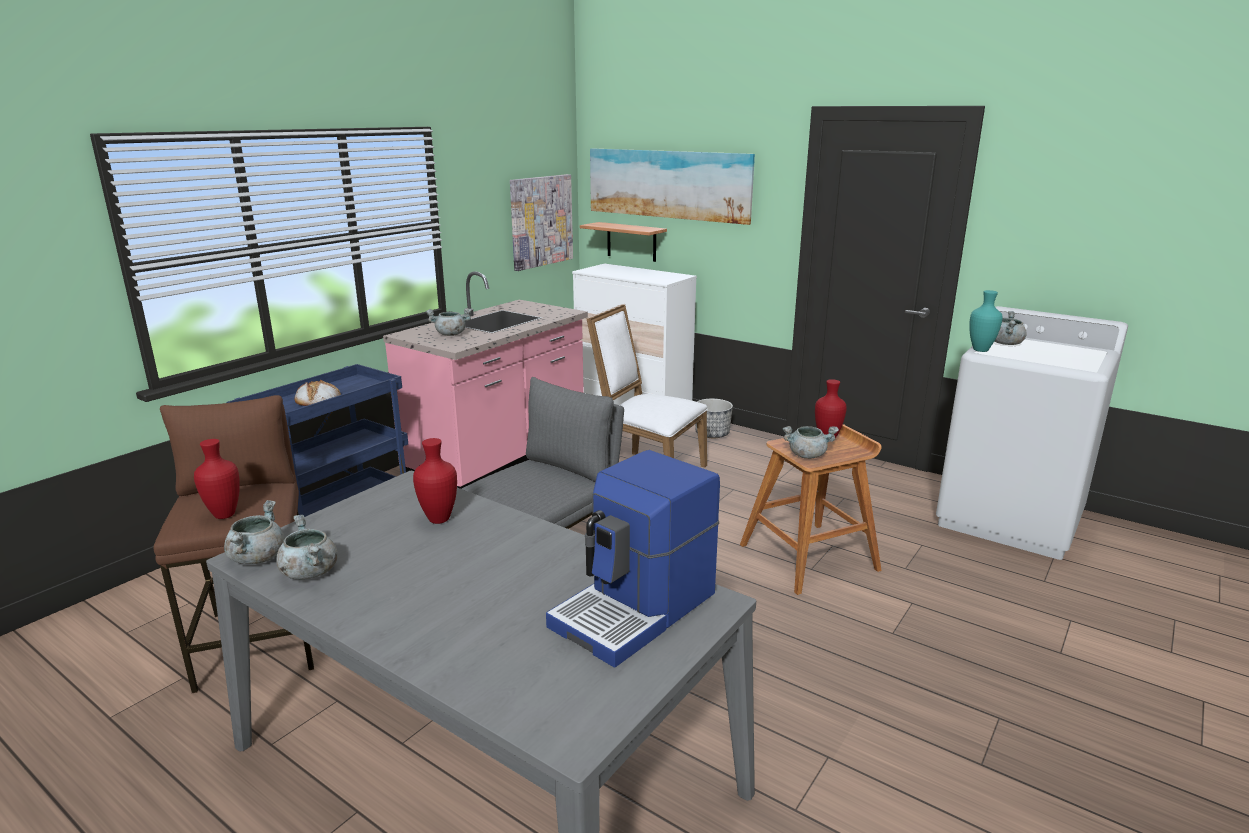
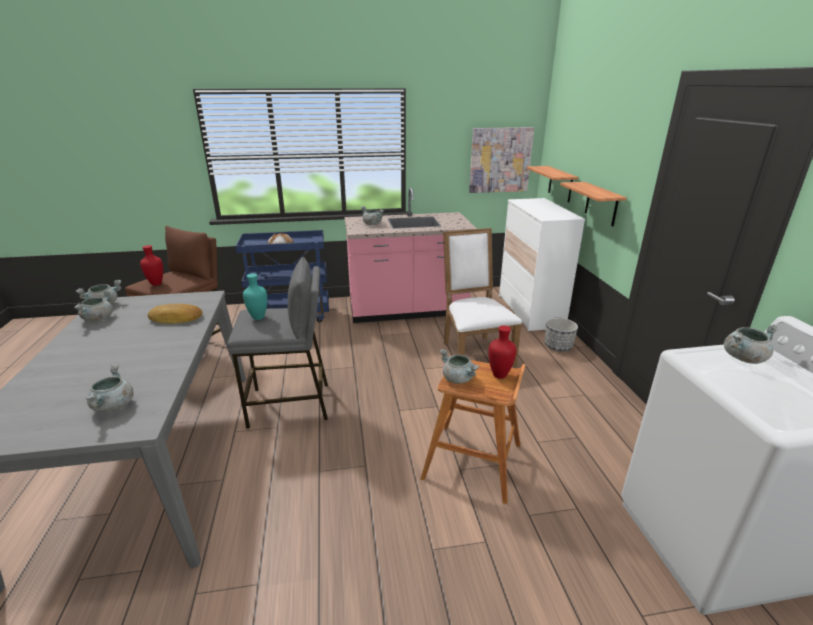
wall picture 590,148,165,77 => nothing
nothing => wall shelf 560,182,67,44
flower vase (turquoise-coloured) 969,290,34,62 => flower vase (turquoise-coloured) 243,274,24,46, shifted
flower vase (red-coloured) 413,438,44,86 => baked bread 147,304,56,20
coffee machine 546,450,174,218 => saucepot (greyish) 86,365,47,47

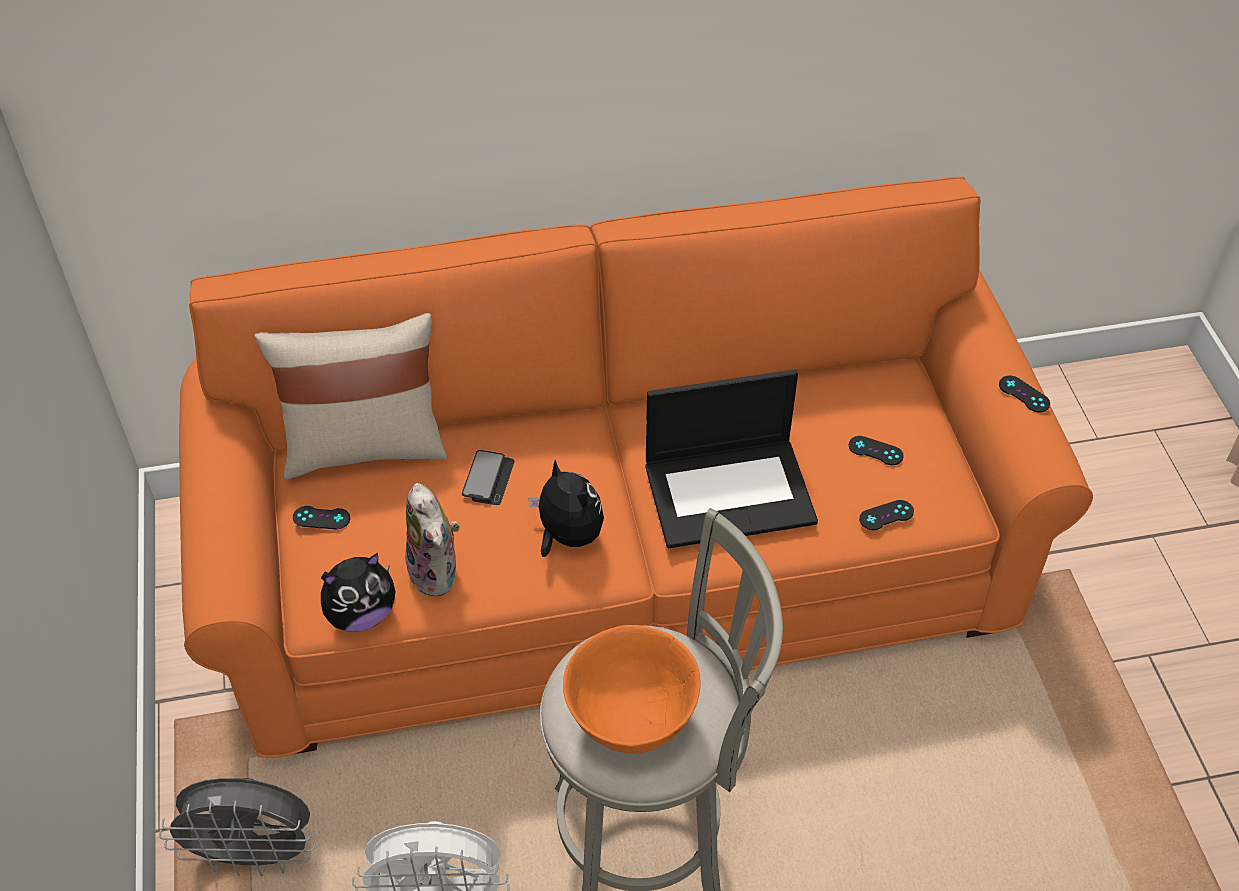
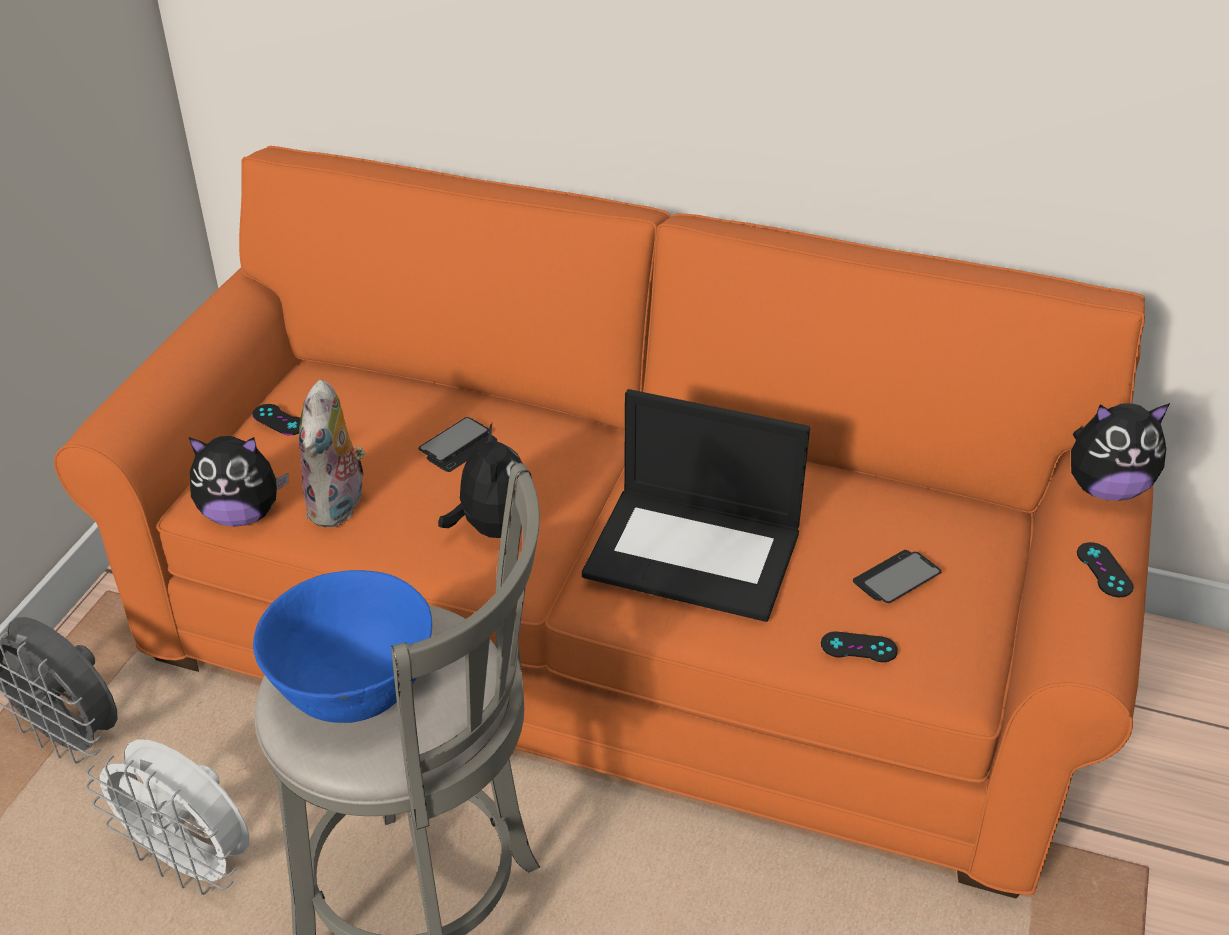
pillow (sand-coloured) 254,313,193,166 => nothing
nothing => soft toy 1071,403,99,98
joypad (black) 849,436,55,29 => phone 853,550,88,53
serving bowl (orange) 563,625,138,129 => serving bowl (blue) 253,570,179,153

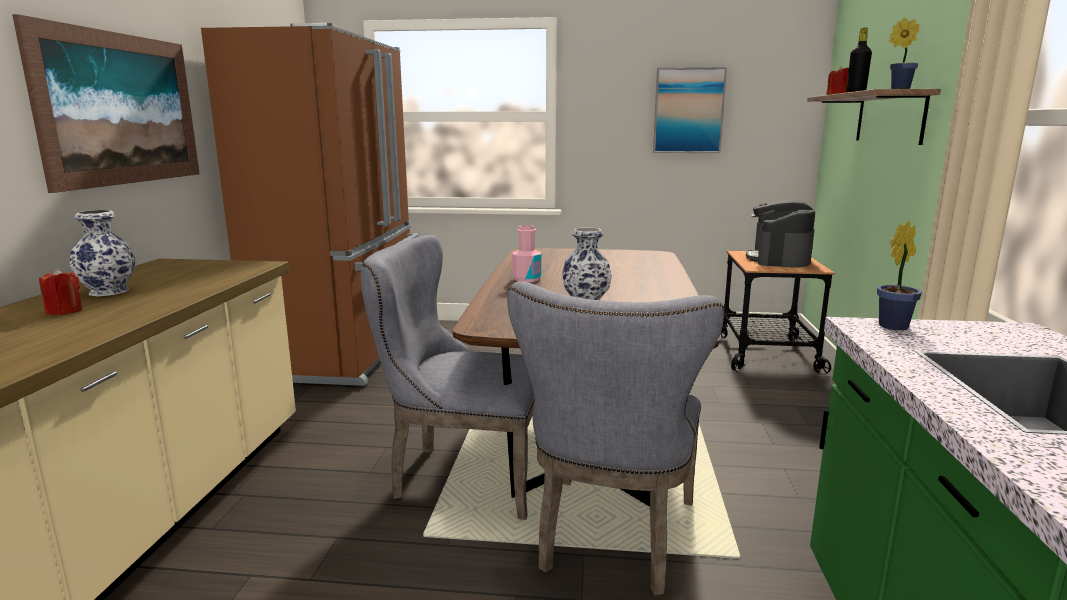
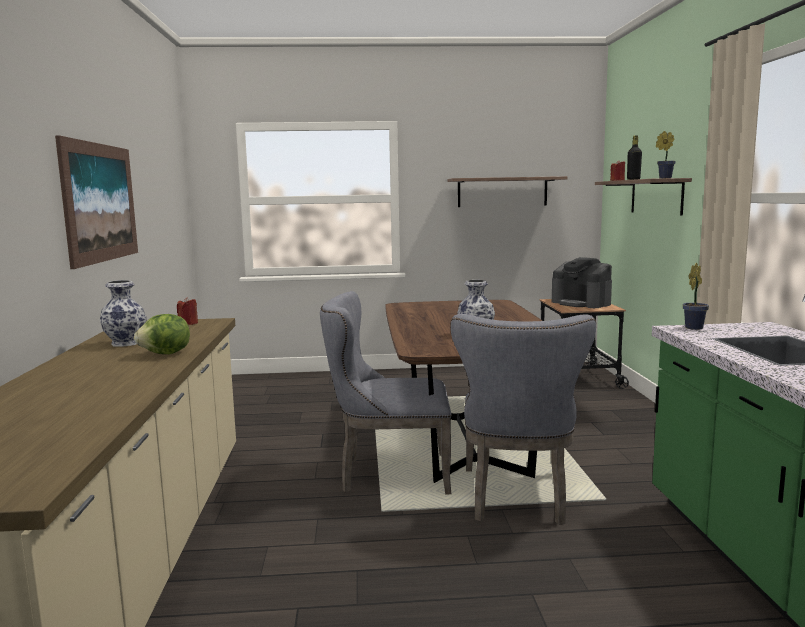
kitchen fridge (brown) 201,23,218,363 => nothing
drink bottle (pink) 512,225,29,57 => nothing
nothing => head of lettuce 134,314,56,40
wax light (red-coloured) 39,268,43,47 => wax light (red-coloured) 177,297,21,28, shifted
wall picture 653,67,74,86 => wall shelf 448,176,119,31
coffee machine 746,200,69,68 => coffee machine 552,257,60,51, 45 degrees counterclockwise

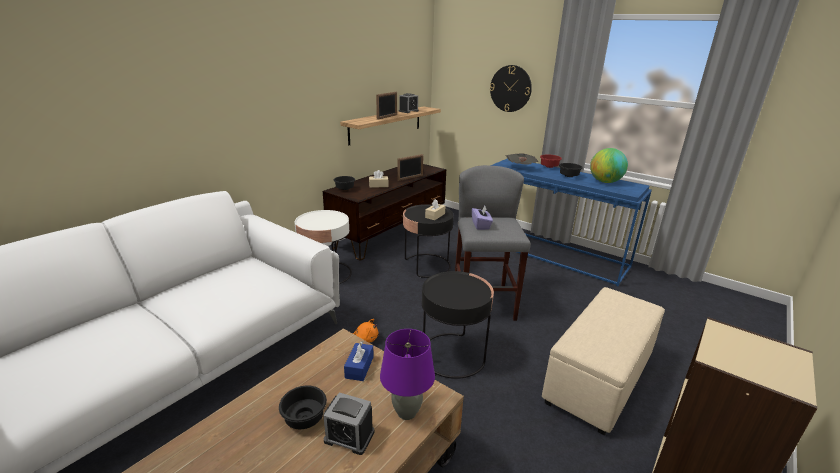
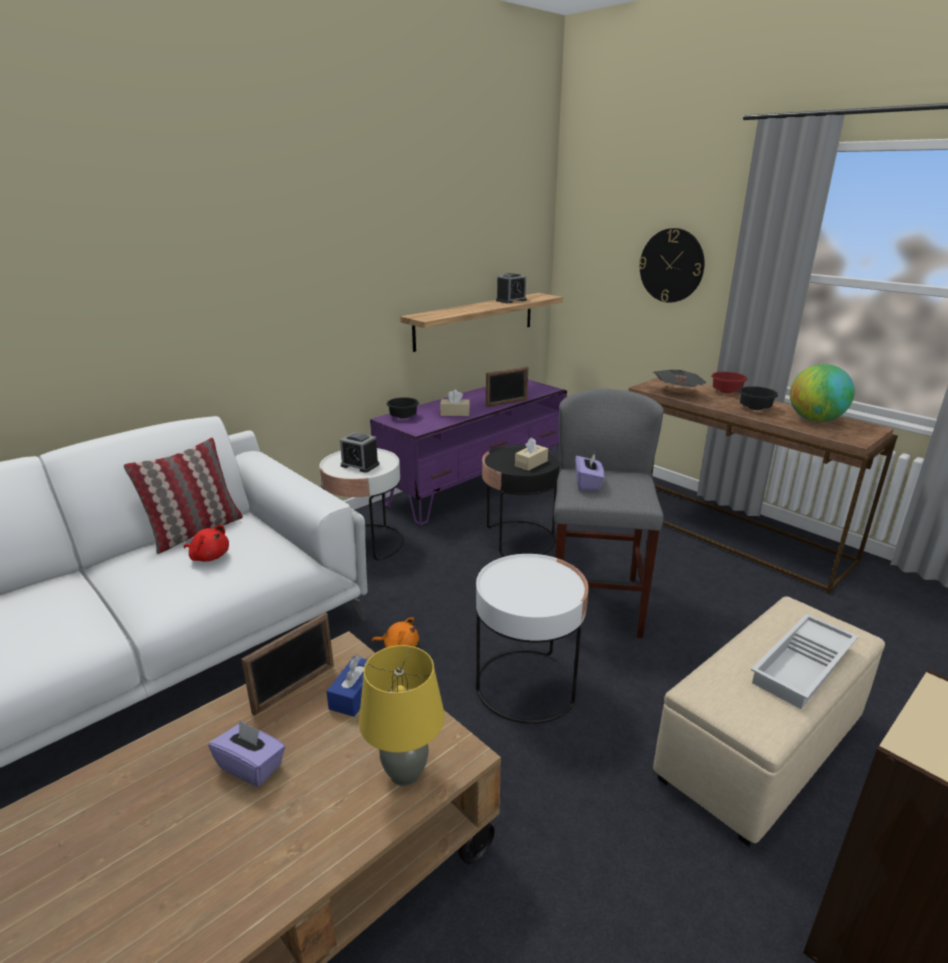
nothing => pillow 124,437,119,117
nothing => soft toy (red-coloured) 184,525,45,37
nothing => tray (whitish) 751,613,108,96
alarm clock 323,393,52,62 => alarm clock 340,432,39,41, shifted
photo frame 376,92,21,28 => photo frame 241,612,93,104, shifted
serving bowl (black) 279,385,48,44 => tissue holder (purple) 208,720,77,67
tv unit (brown) 323,164,123,97 => tv unit (purple) 370,380,197,145
table lamp (purple) 380,329,55,91 => table lamp (yellow) 359,645,86,141
end table (black) 421,271,73,108 => end table (whitish) 476,554,113,170
console table (blue) 490,158,162,128 => console table (brown) 628,377,270,217

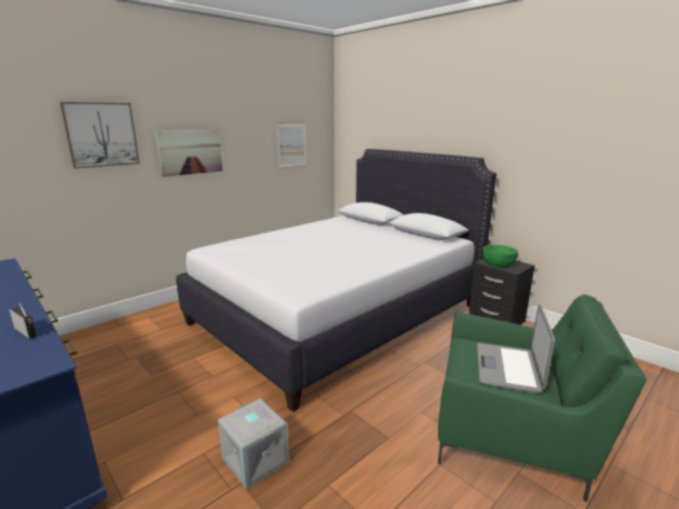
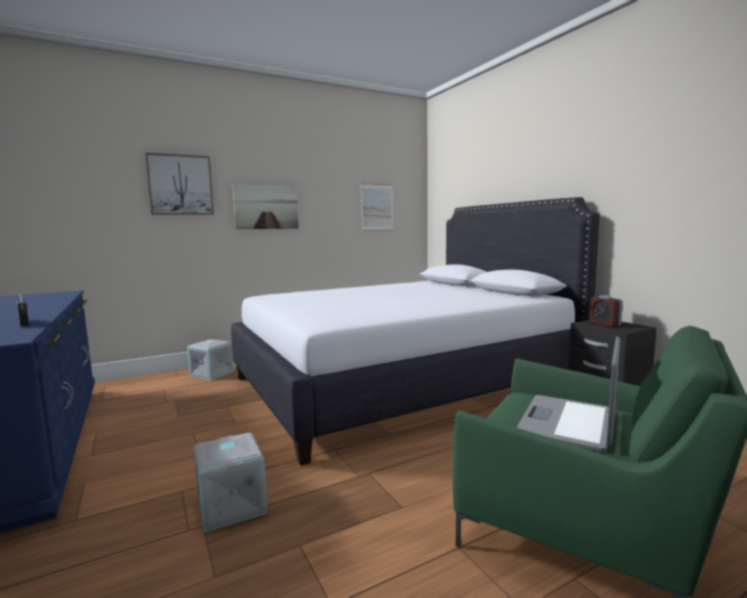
nothing => storage box (greyish) 187,339,47,42
serving bowl (greenish) 483,245,35,22 => alarm clock 590,295,33,32

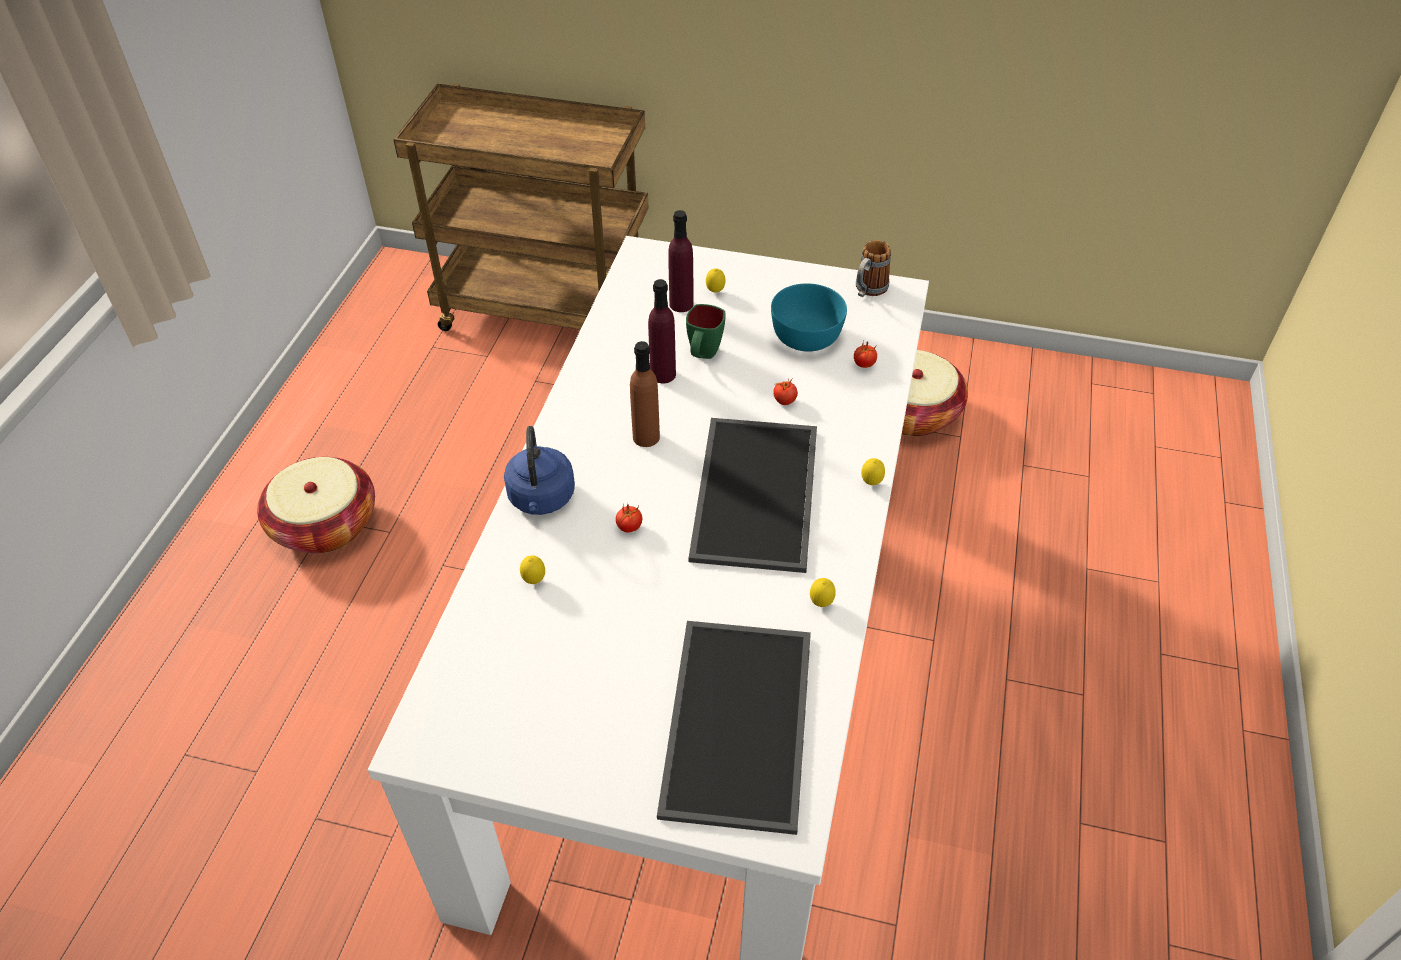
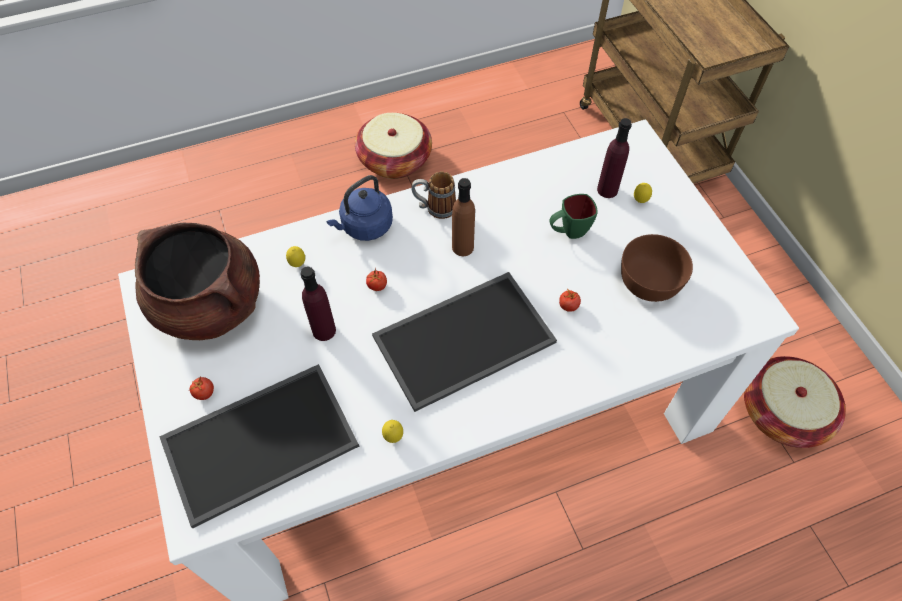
citrus fruit 861,458,24,27 => nothing
nothing => saucepot (brown) 135,222,125,118
drink bottle (purple) 648,279,28,104 => drink bottle (purple) 300,267,36,74, shifted
tomato 854,341,23,27 => tomato 189,377,25,23, shifted
tea mug 856,240,35,57 => tea mug 412,171,44,48, shifted
serving bowl (turquoise-coloured) 771,283,76,69 => serving bowl (brown) 621,234,72,68

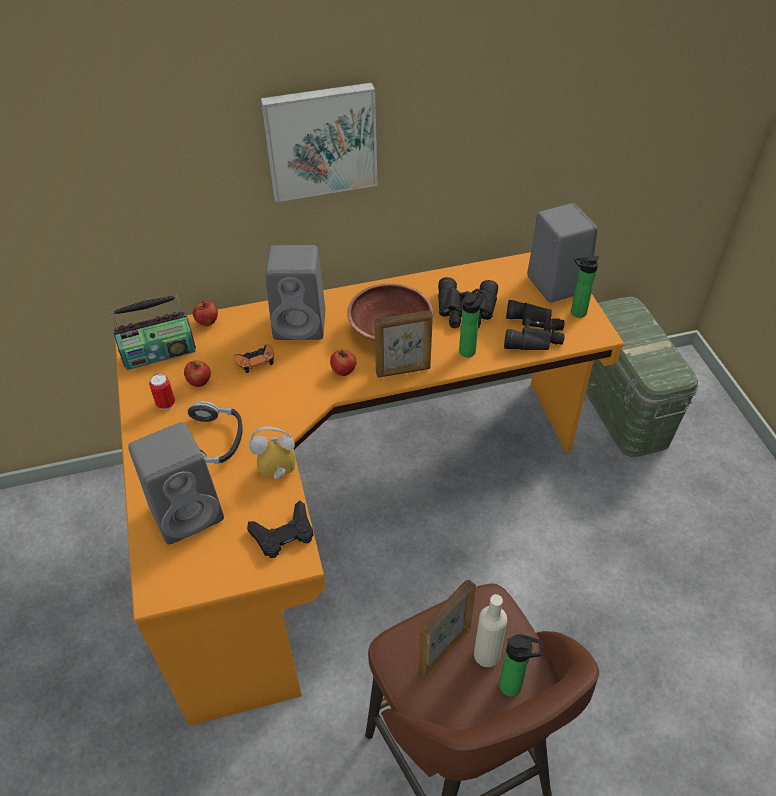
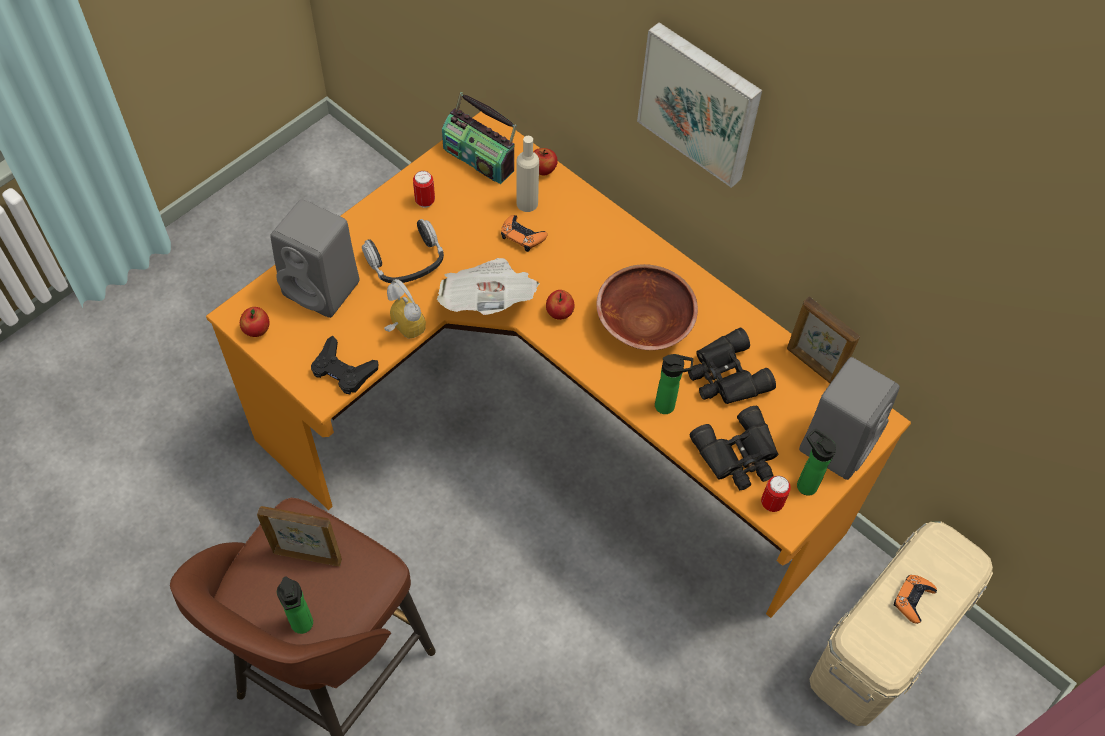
loudspeaker (greyish) 265,245,60,95 => nothing
nothing => printed paper 437,258,102,57
nothing => sealed can 761,476,30,36
nothing => joypad (orange) 894,575,43,49
apple 184,361,27,26 => apple 240,307,30,30, shifted
photo frame 375,310,58,68 => photo frame 787,296,73,87, shifted
drink bottle (sand-coloured) 474,594,33,73 => drink bottle (sand-coloured) 516,136,23,76, shifted
storage box (greenish) 586,297,113,160 => storage box (sand-coloured) 809,521,184,205

